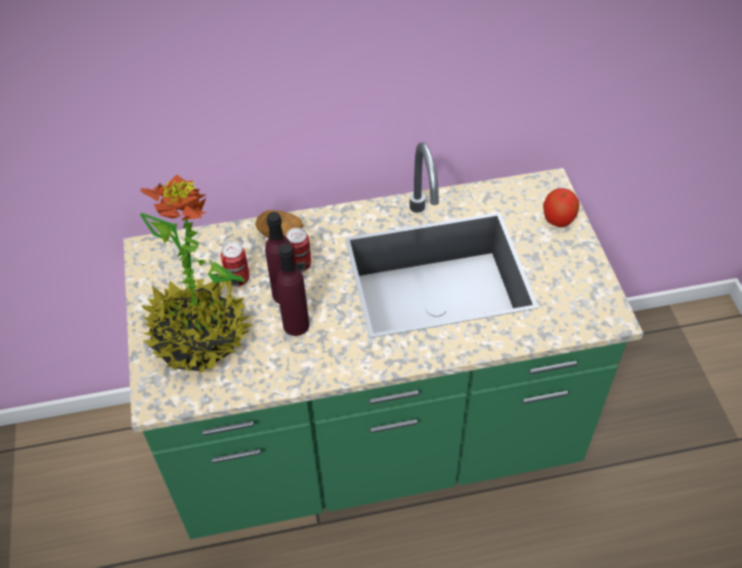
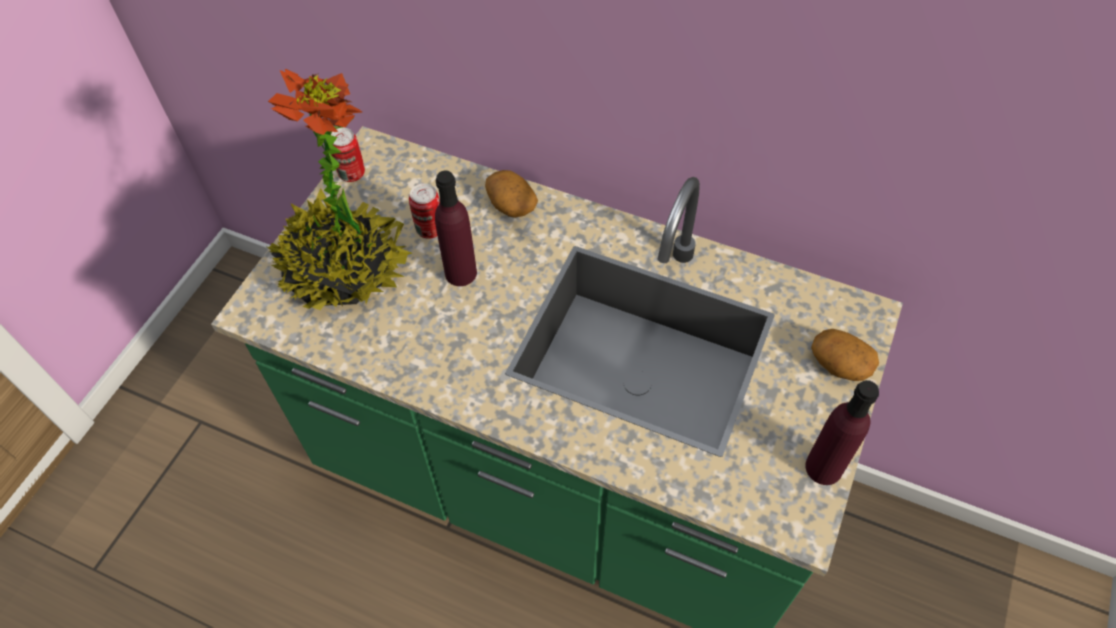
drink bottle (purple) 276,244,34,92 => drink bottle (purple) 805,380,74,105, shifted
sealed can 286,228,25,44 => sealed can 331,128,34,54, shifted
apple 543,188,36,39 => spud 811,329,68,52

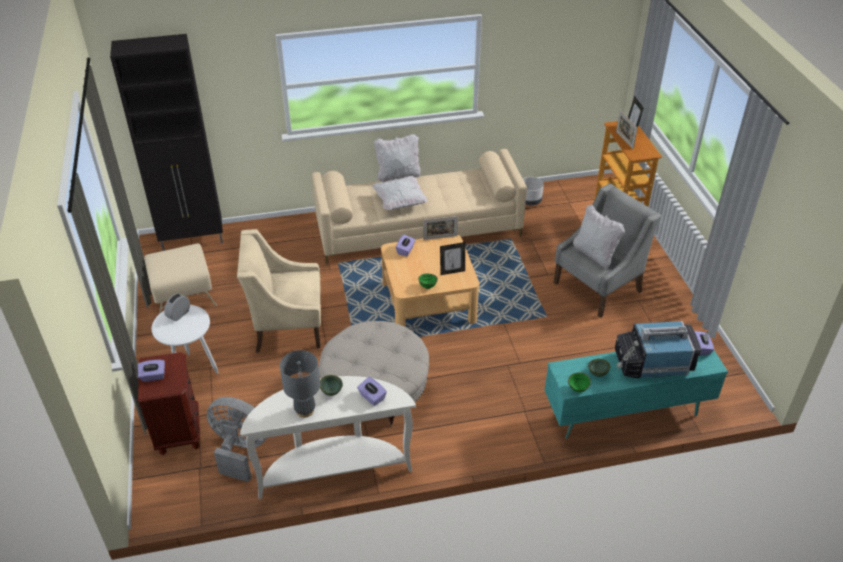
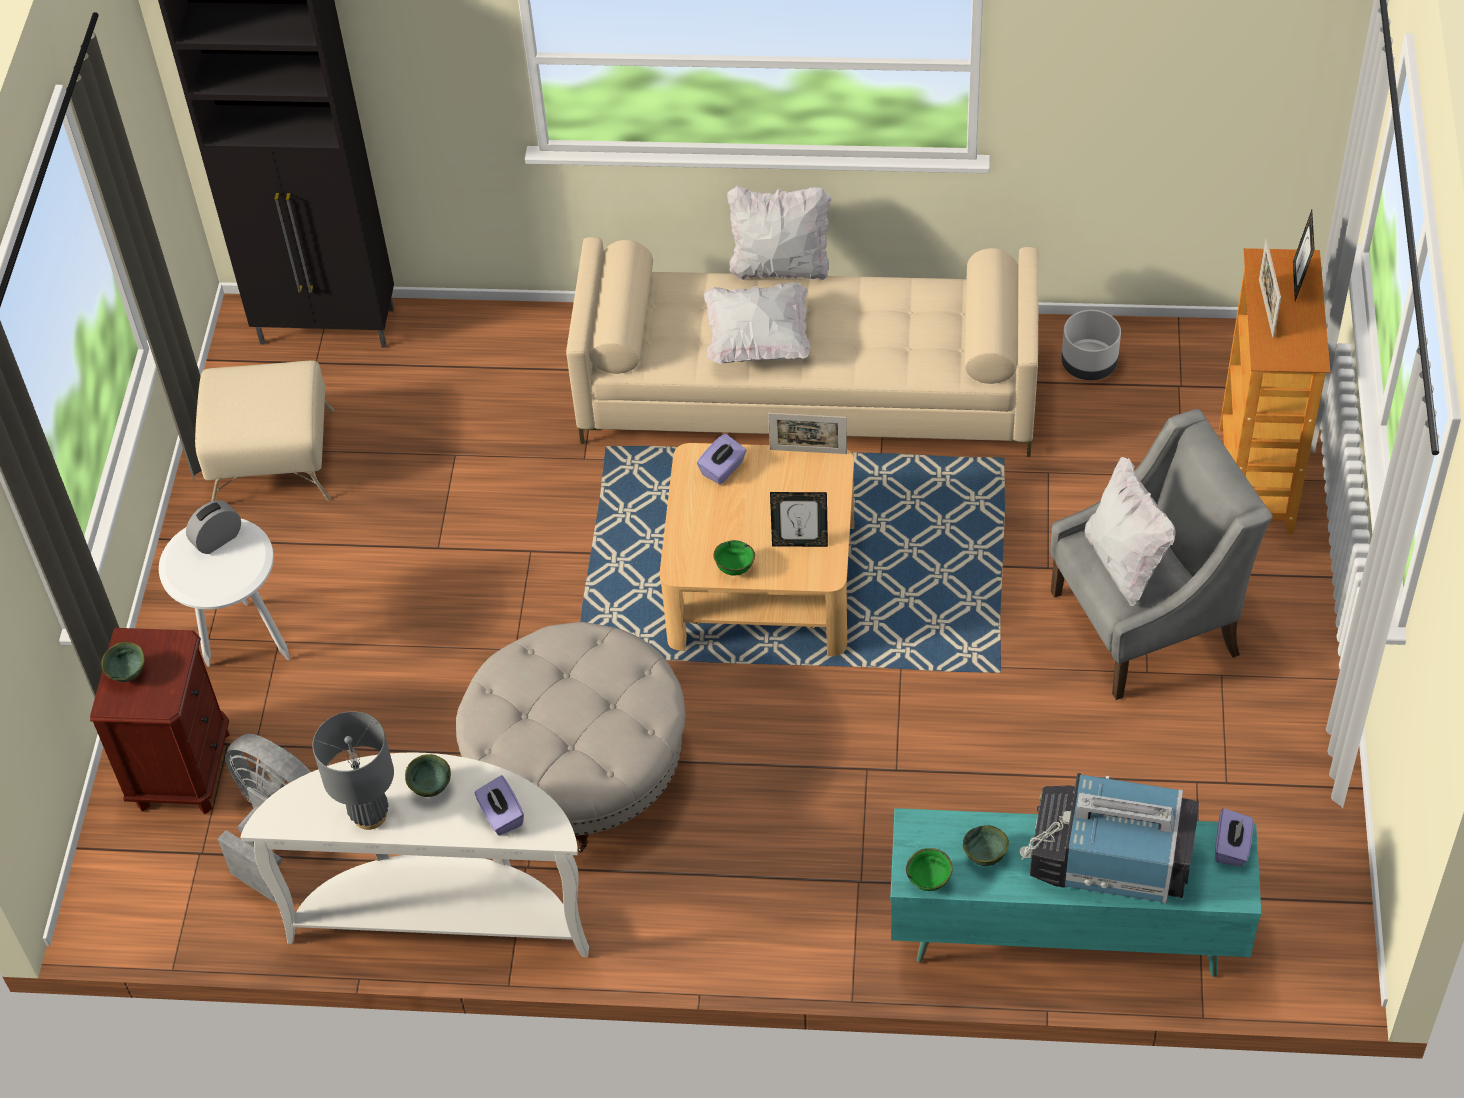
easy chair (sand-coloured) 237,229,84,124 => nothing
tissue holder (purple) 138,360,27,22 => serving bowl (greenish) 101,642,44,40

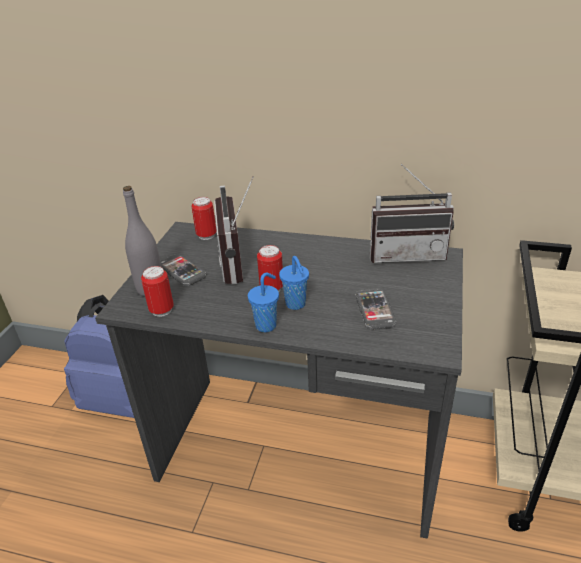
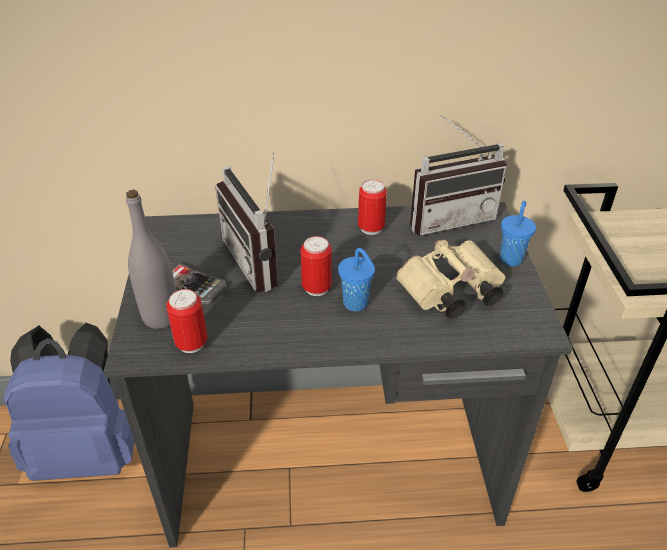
sealed can 191,197,26,43 => sealed can 358,180,29,55, shifted
cup (blue) 248,273,31,59 => cup (blue) 500,201,36,66, shifted
phone 355,288,42,42 => field glasses (sand-coloured) 396,240,109,78

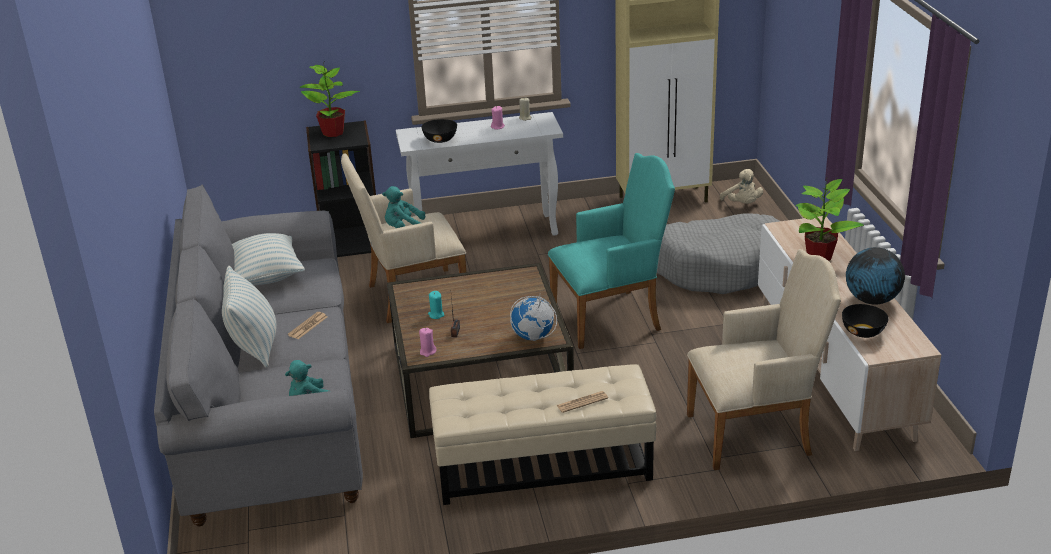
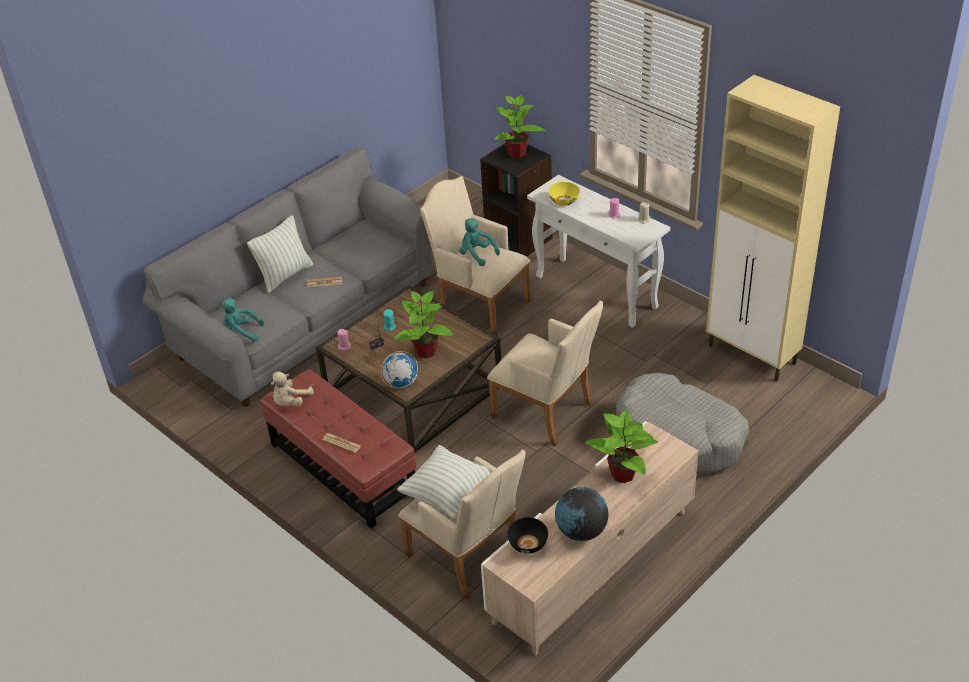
nothing => potted plant 394,291,60,67
pillow 232,233,73,52 => pillow 397,445,93,74, shifted
soft toy (sand-coloured) 720,169,43,35 => soft toy (sand-coloured) 271,372,43,34, shifted
serving bowl (black) 421,119,36,24 => serving bowl (yellow) 549,182,31,24
ottoman (sand-coloured) 429,364,227,141 => ottoman (red-coloured) 260,369,156,160
easy chair (turquoise-coloured) 548,153,127,196 => easy chair (sand-coloured) 487,300,116,146

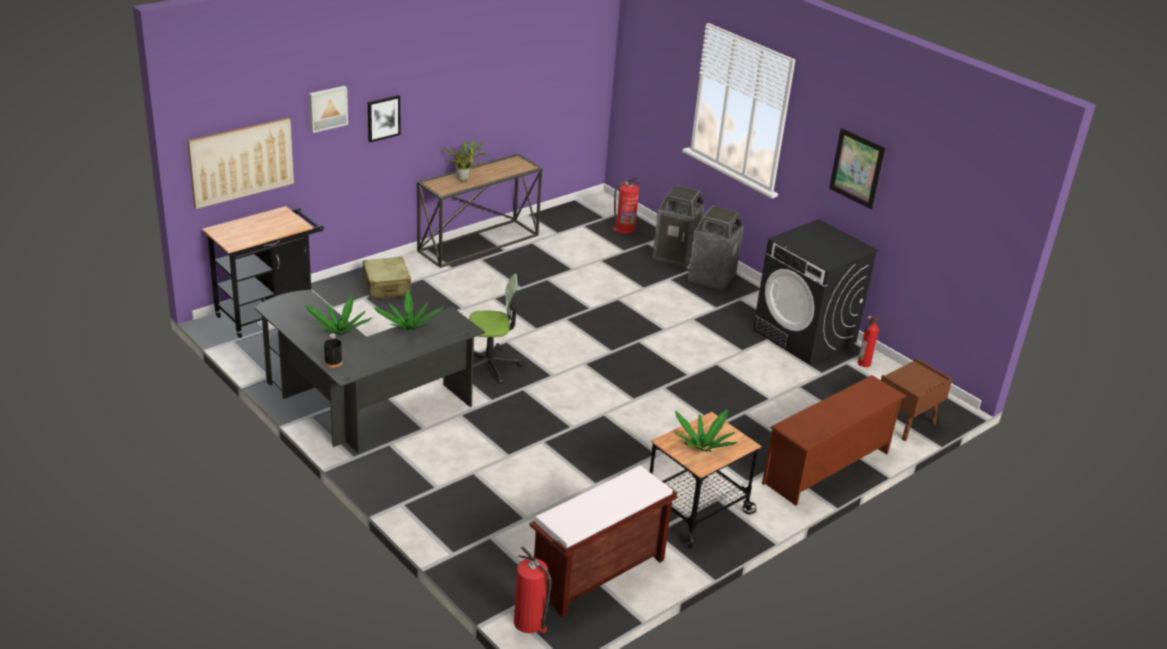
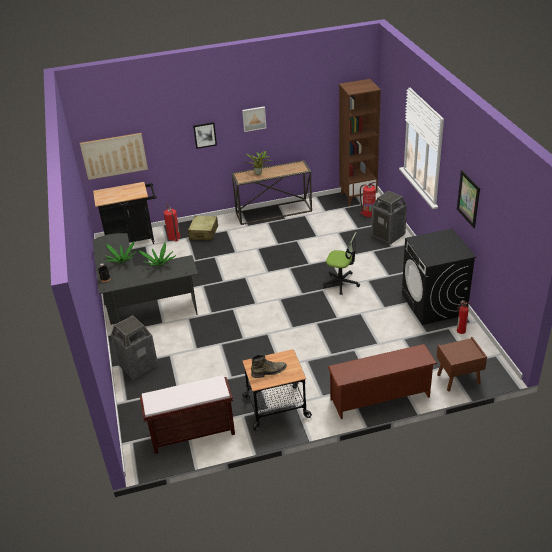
nothing => bookshelf (brown) 339,79,42,127
wall picture 309,86,39,47 => wall picture 242,106,24,26, shifted
computer chair 469,274,54,110 => computer chair 323,232,37,63, shifted
fire-fighting cylinder 514,546,37,88 => fire-fighting cylinder 164,202,16,40, shifted
waste bin 688,206,56,85 => waste bin 111,316,47,64, shifted
potted plant 675,410,63,42 => boot (greenish) 251,354,36,24

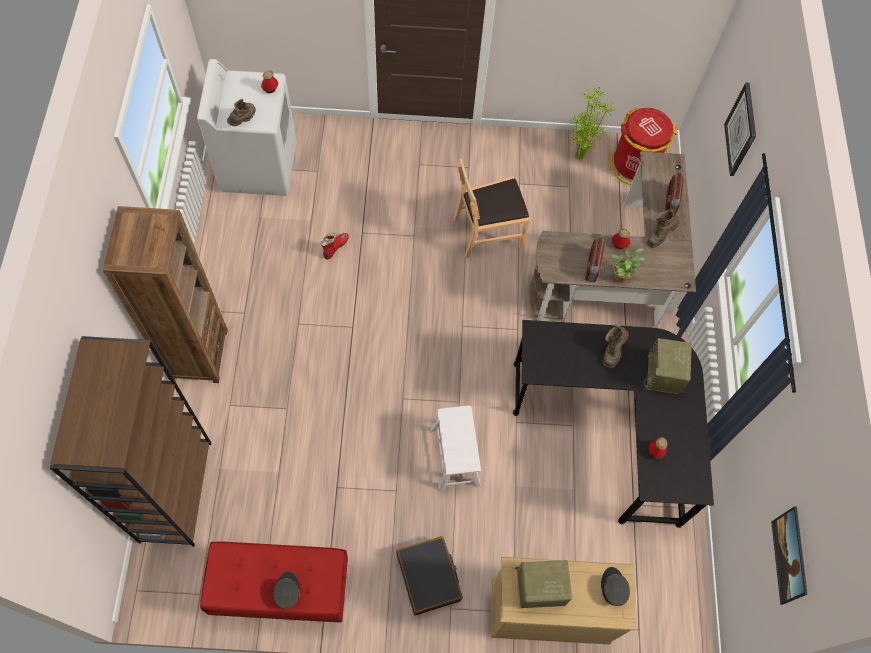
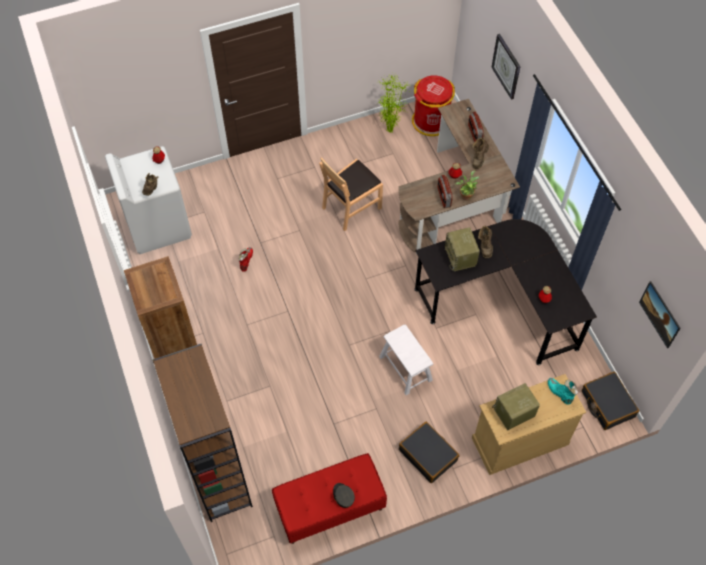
nothing => piece of luggage (black) 582,372,57,58
radio 643,338,49,56 => radio 445,227,35,44, shifted
peaked cap (greyish) 601,567,29,39 => boot (turquoise-coloured) 548,378,30,27

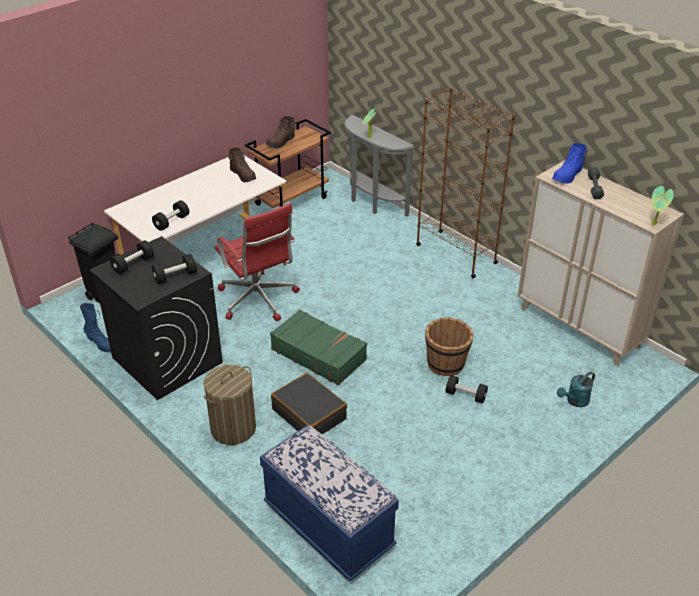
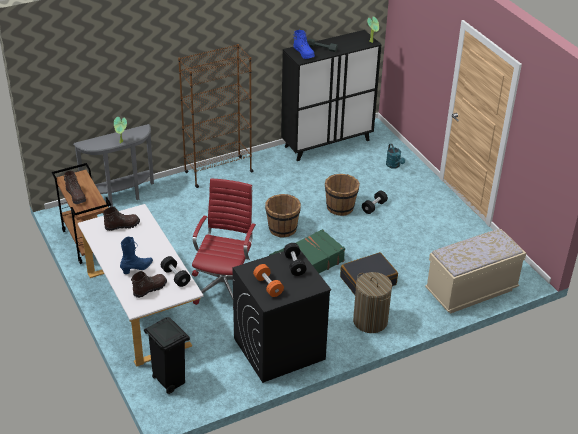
nothing => boot (brown) 131,271,36,27
nothing => bucket (brown) 265,194,36,43
boot (blue) 80,303,31,50 => boot (blue) 120,237,33,37, shifted
dumbbell (black) 110,240,44,34 => dumbbell (orange) 253,264,31,33
bench (blue) 260,425,139,156 => bench (sand-coloured) 425,229,101,84
cabinet (sand-coloured) 518,160,166,206 => cabinet (black) 281,30,101,131
computer chair (red-coloured) 215,203,85,118 => computer chair (red-coloured) 192,178,64,127, 60 degrees counterclockwise

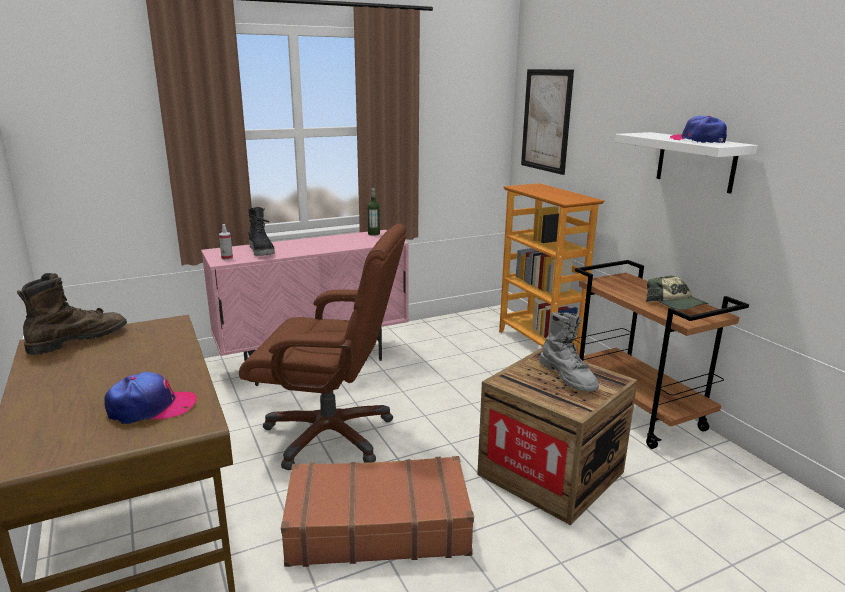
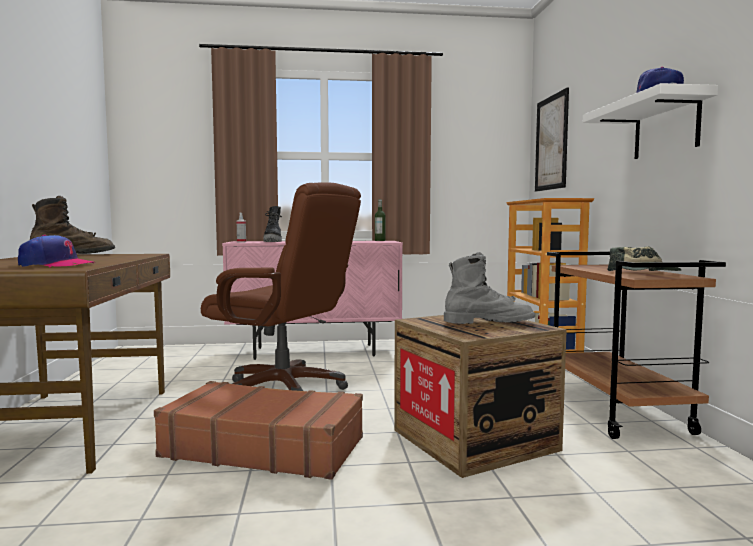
boot (greyish) 539,312,60,80 => boot (greyish) 444,252,91,72, 90 degrees counterclockwise

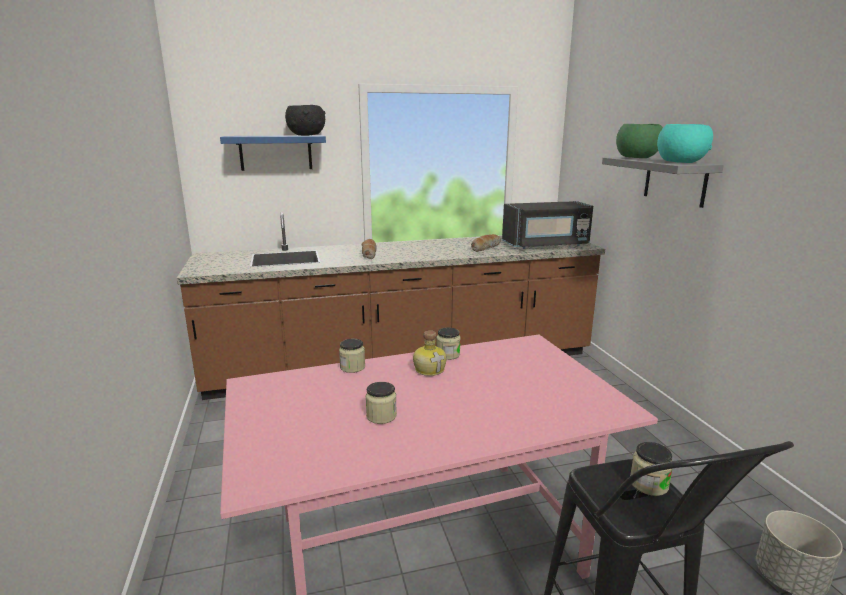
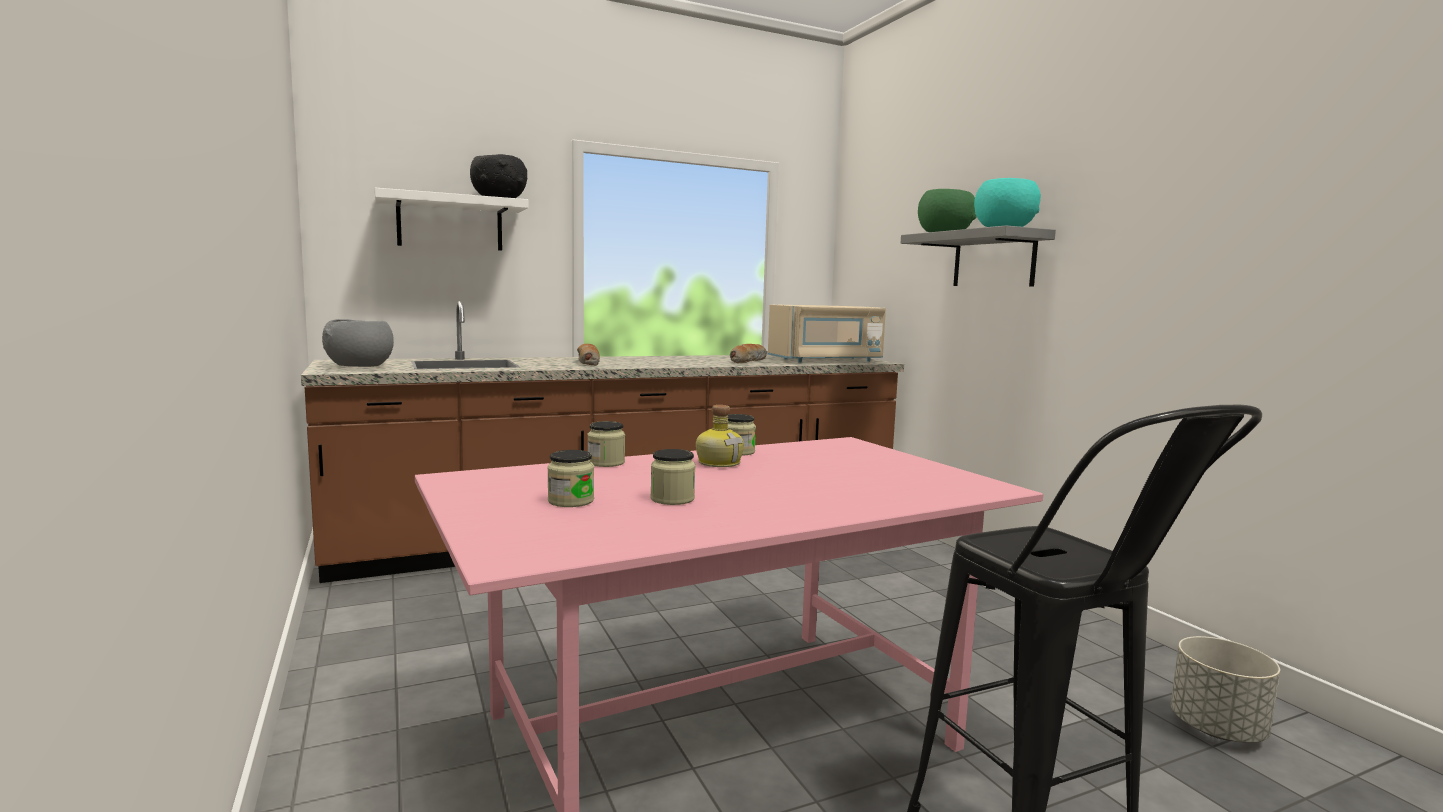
nothing => serving bowl (greyish) 322,319,72,48
preserve jar 630,442,43,54 => preserve jar 547,450,47,57, shifted
wall shelf (blue) 220,135,106,36 => wall shelf (whitish) 375,188,154,63
microwave oven (black) 502,201,91,48 => microwave oven (sand-coloured) 768,305,118,57

